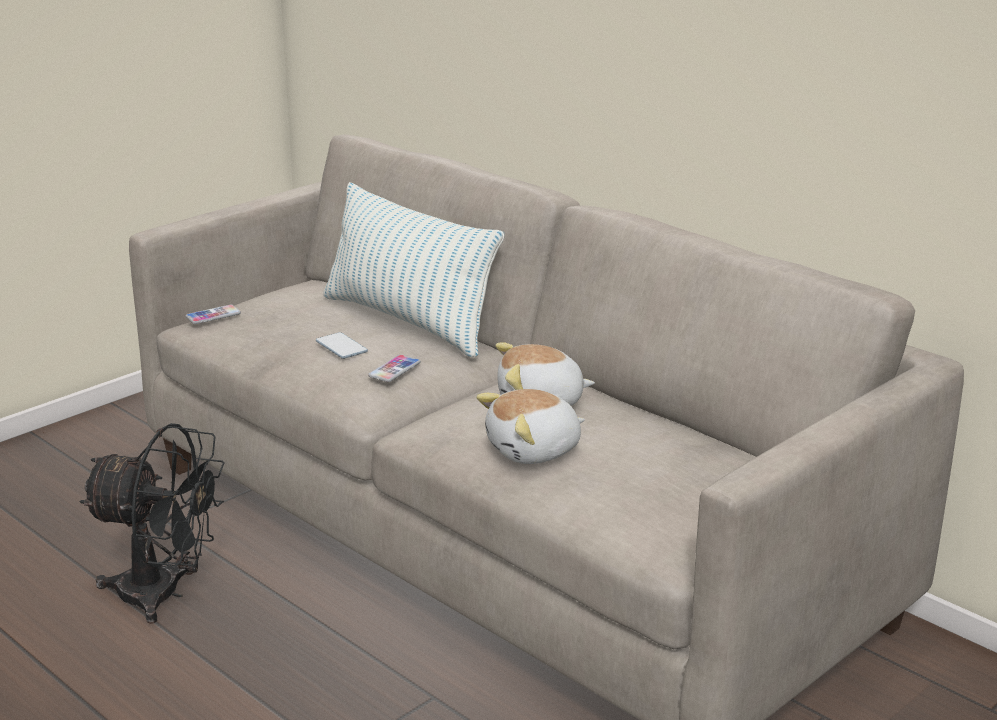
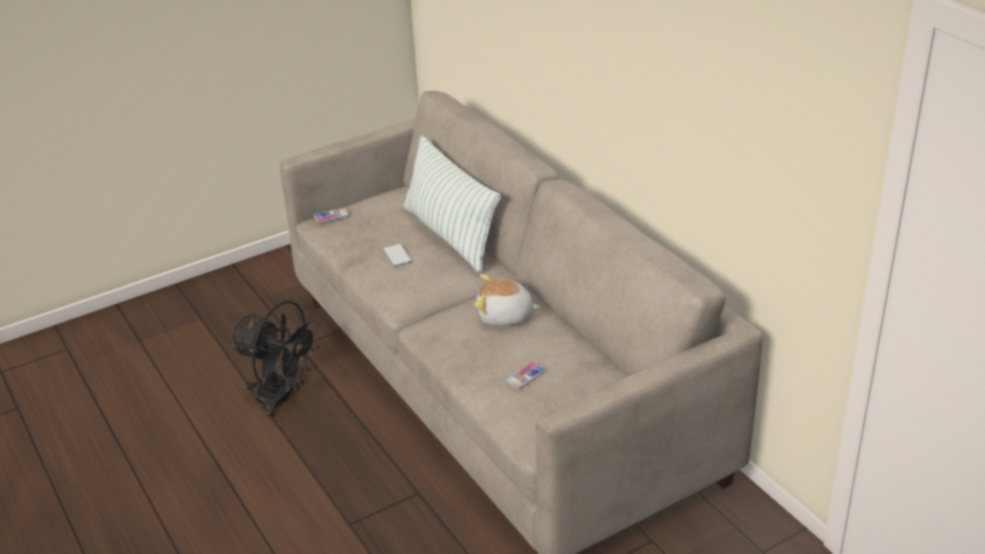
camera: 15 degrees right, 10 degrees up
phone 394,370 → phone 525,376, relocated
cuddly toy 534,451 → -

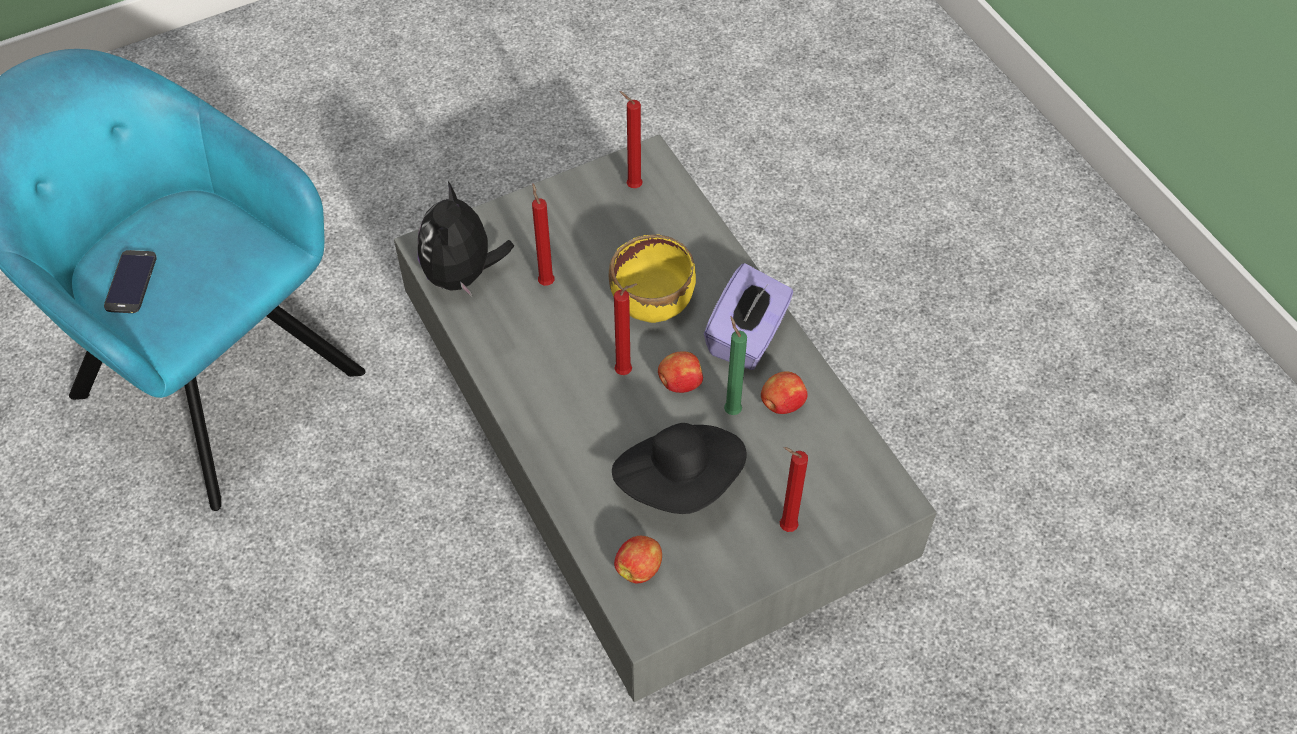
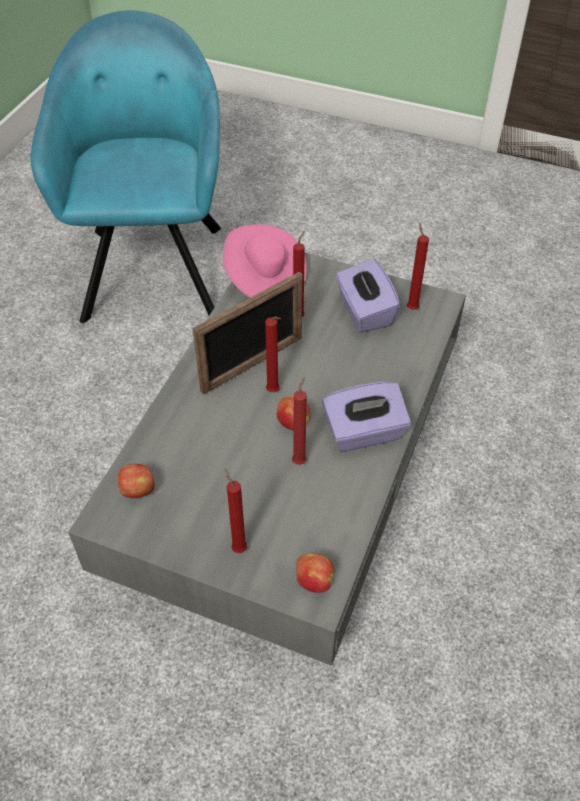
camera: 50 degrees right, 5 degrees down
cuddly toy 463,275 → hat (pinkish) 264,280
bowl (yellowish) 653,302 → -
phone 130,282 → -
wax candle (green) 731,409 → wax candle (reddish) 300,460
whole apple 781,404 → whole apple 313,581, relocated
hat (black) 680,482 → -
- → tissue holder (purple) 364,312
- → picture frame 252,364

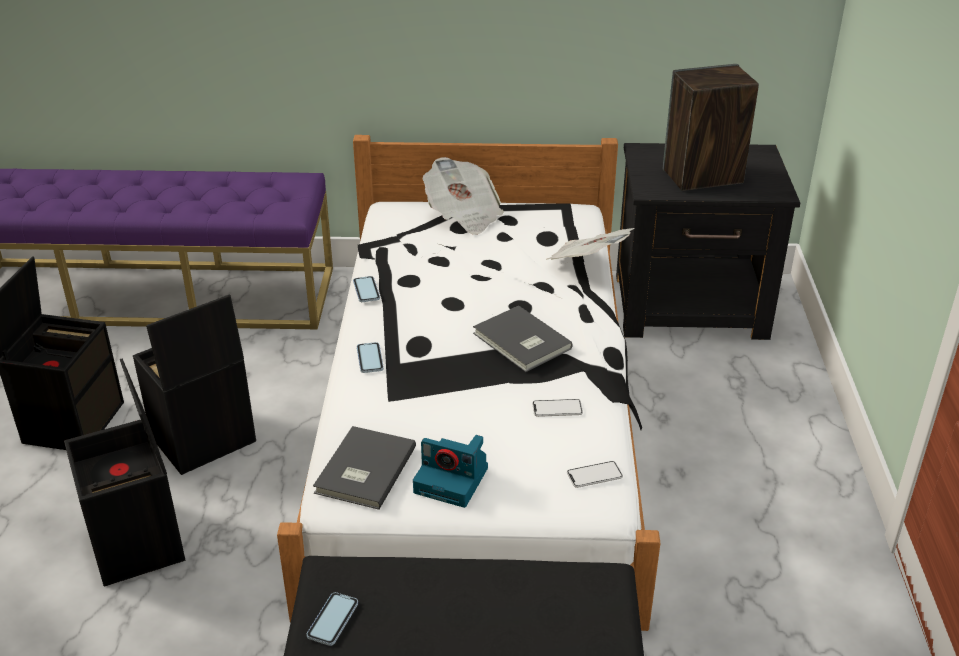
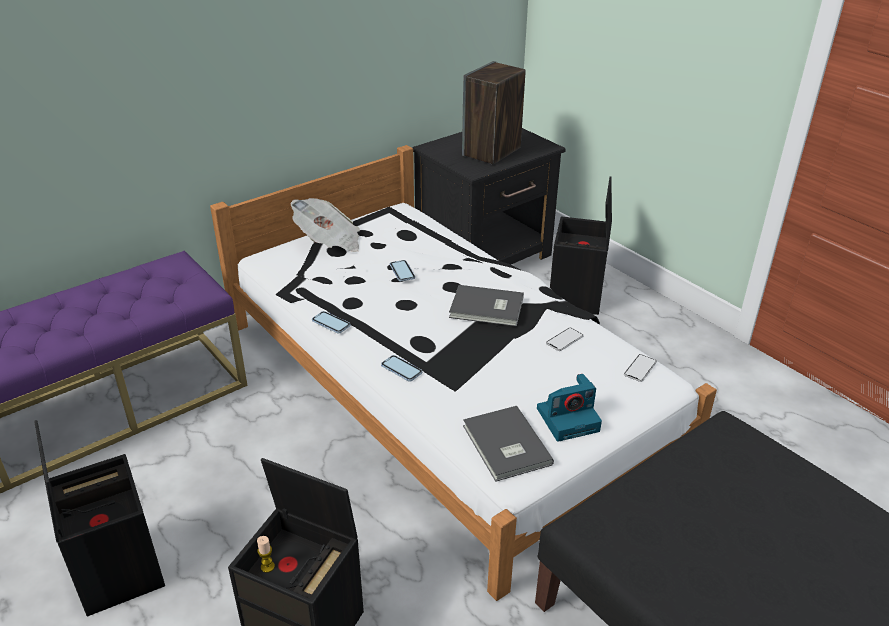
camera: 40 degrees left, 0 degrees up
printed paper 588,263 → -
storage bin (black) 202,441 → storage bin (black) 577,296, relocated
phone 333,620 → phone 402,272, relocated
- → wax candle 267,566

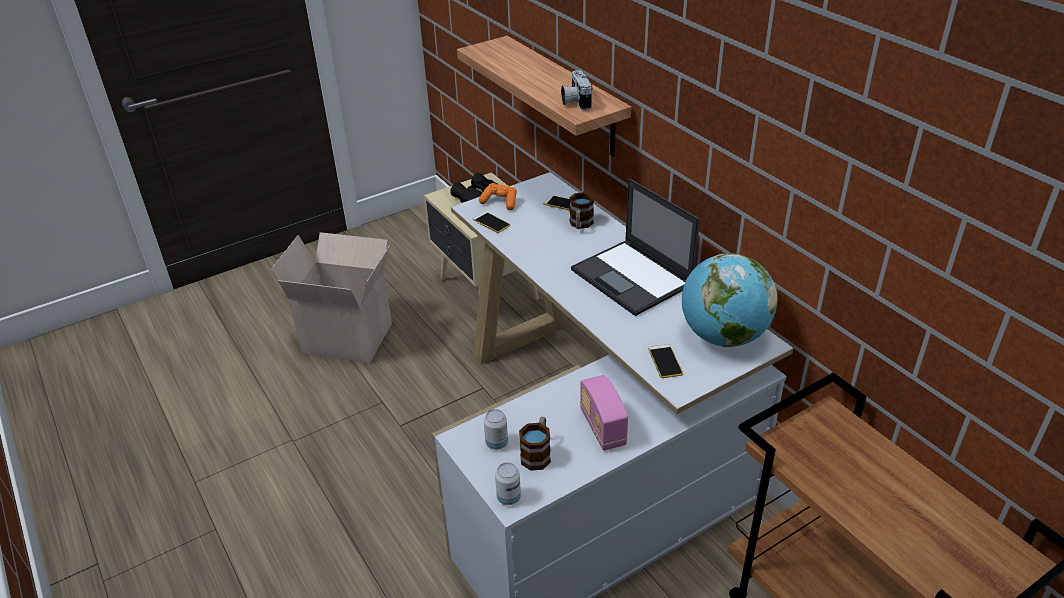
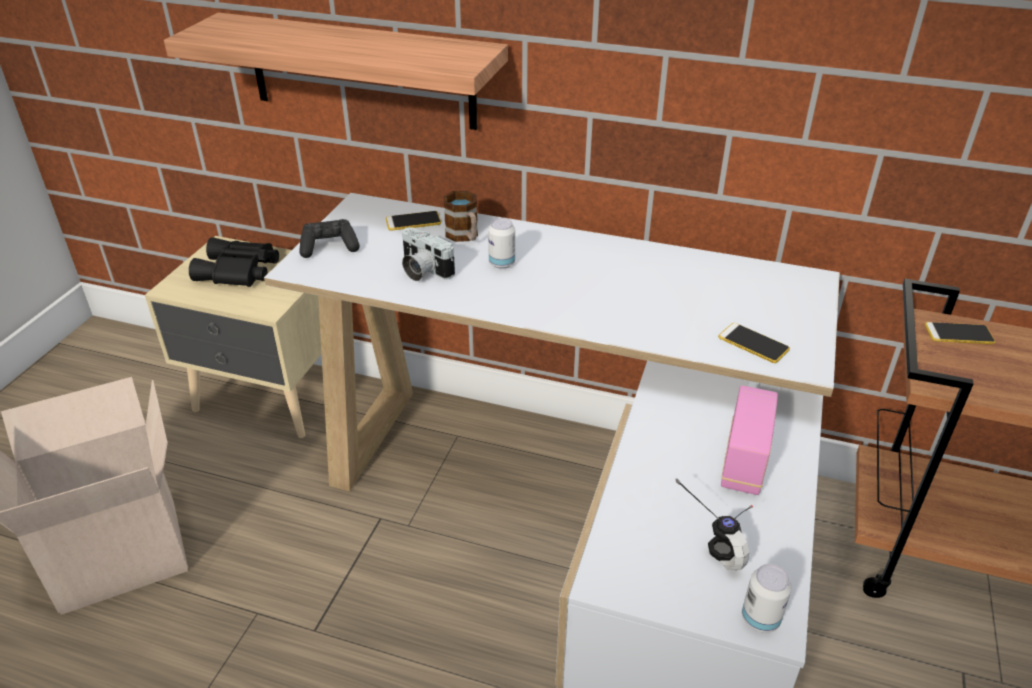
camera: 40 degrees left, 0 degrees up
still camera 575,101 → still camera 422,270, relocated
portable computer 633,278 → -
joypad (orangey) 500,202 → joypad (black) 329,247
phone 491,223 → phone 959,334, relocated
world globe 723,337 → -
radio receiver 602,427 → radio receiver 744,462, 105 degrees counterclockwise
sealed can 496,443 → sealed can 502,263, relocated
mug 537,453 → pair of headphones 718,537

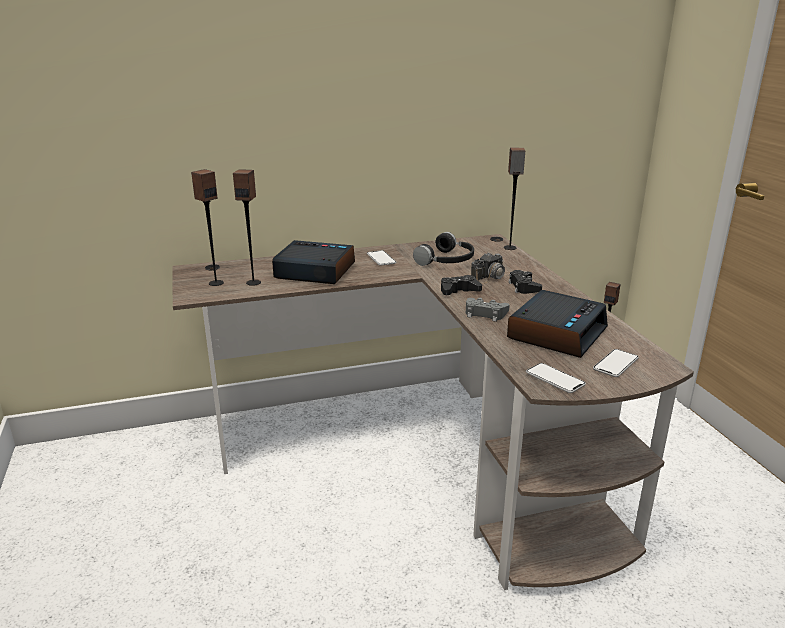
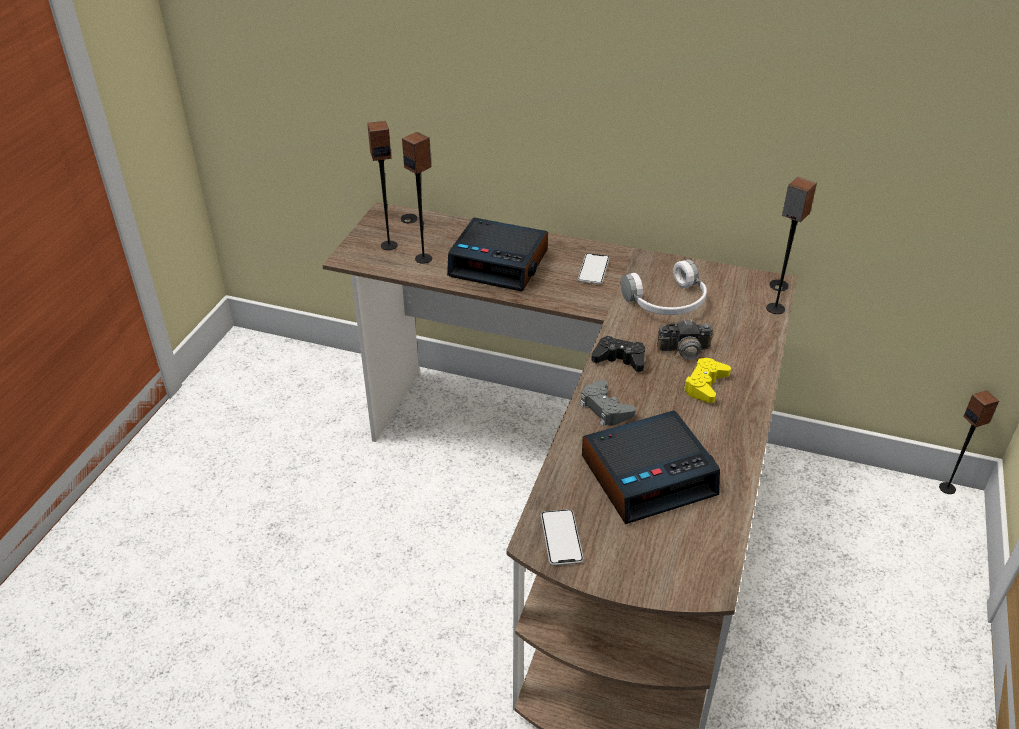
camera: 35 degrees right, 15 degrees up
pair of headphones (black) 447,260 → pair of headphones (whitish) 667,302
table clock 314,271 → table clock 500,263, 150 degrees clockwise
joypad (black) 524,287 → joypad (yellowish) 705,385
phone 615,364 → -

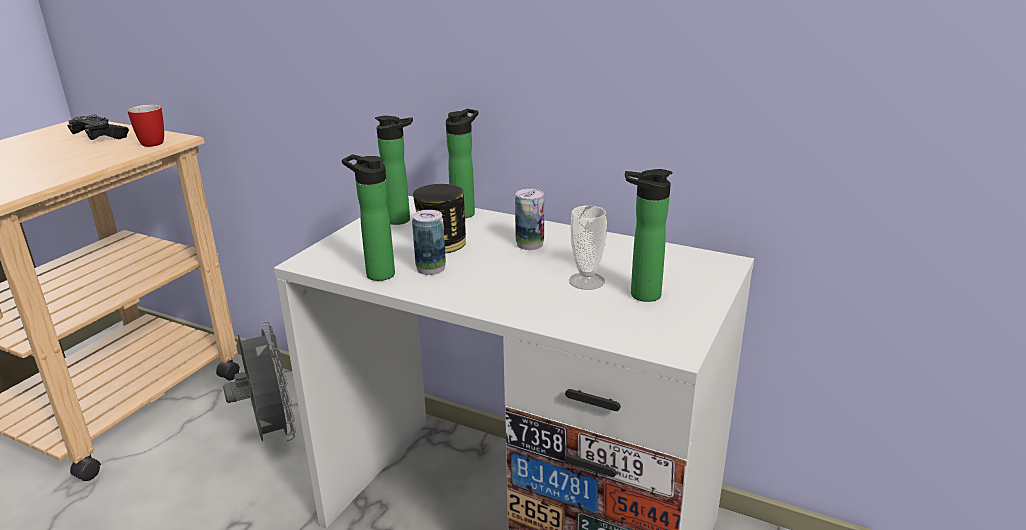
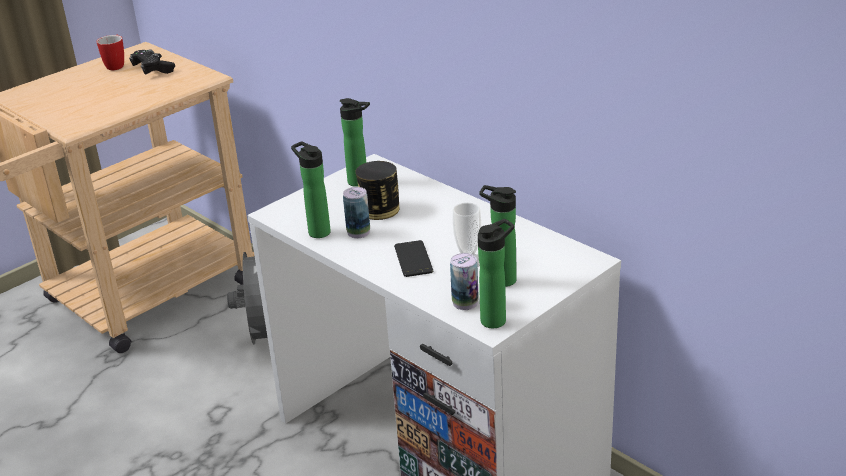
camera: 20 degrees right, 5 degrees up
mug 154,142 → mug 117,65, relocated
drink bottle 465,213 → drink bottle 496,319, relocated
sealed can 529,244 → sealed can 465,303, relocated
- → phone 413,259

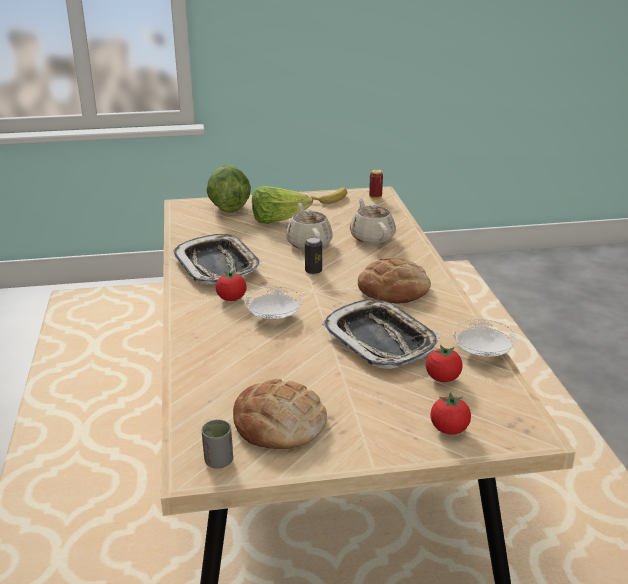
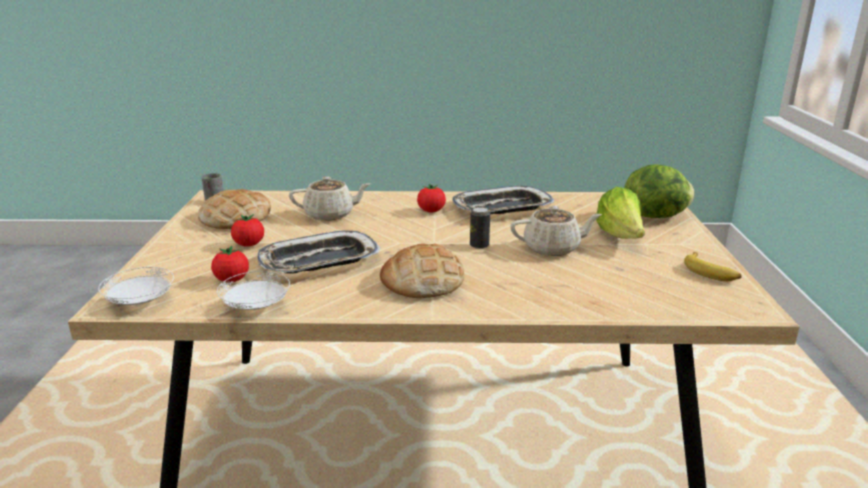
camera: 100 degrees right, 5 degrees down
sealed can 375,197 → -
pot for tea (beige) 372,237 → pot for tea (beige) 330,214, relocated
flat dish (whitish) 274,317 → flat dish (whitish) 140,303, relocated
whole tomato 449,429 → whole tomato 249,245, relocated

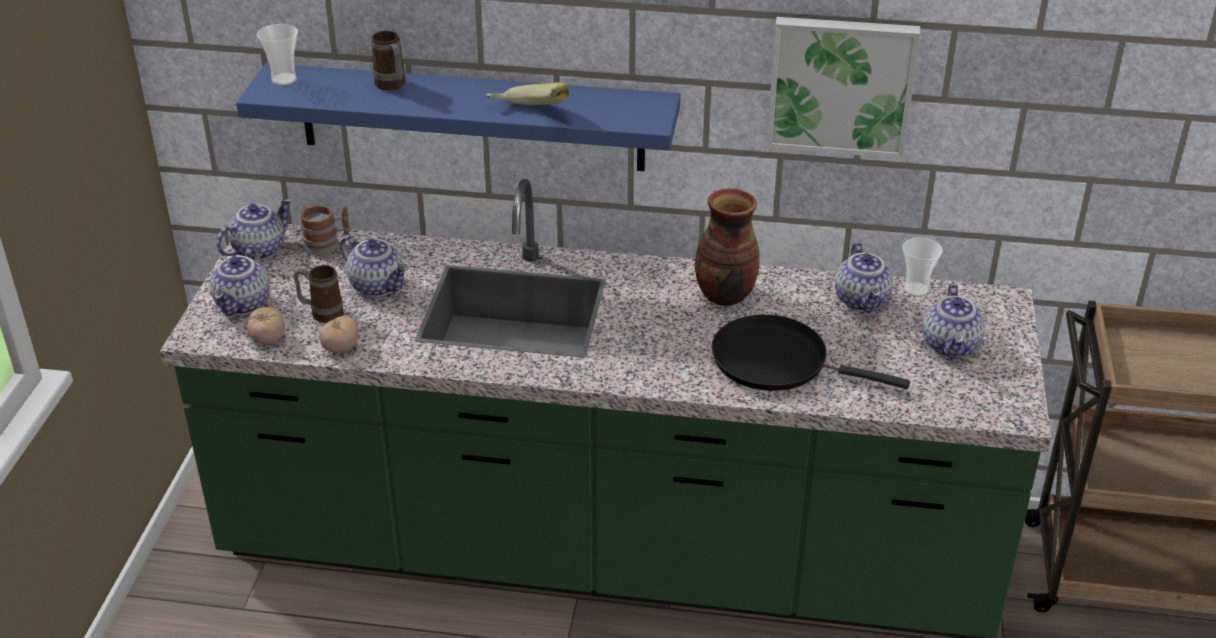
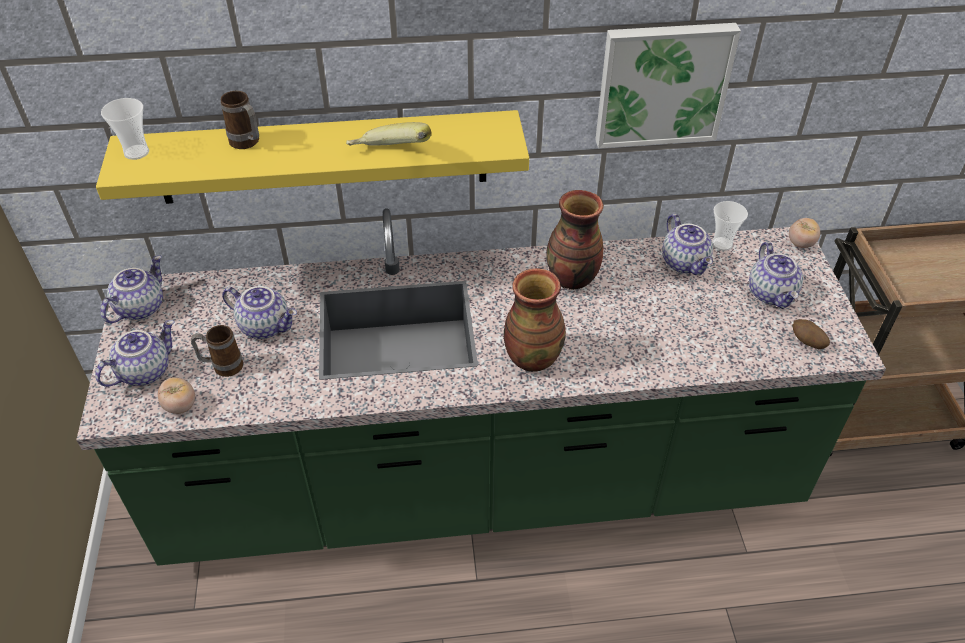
camera: 15 degrees left, 10 degrees up
shelf (bluish) 471,117 → shelf (yellowish) 323,157
mug 327,244 → -
pot for tea 244,304 → pot for tea 144,371, 135 degrees counterclockwise
frying pan (black) 777,361 → -
whole tomato 340,348 → whole tomato 800,243, relocated
- → decorative vase 532,357
- → spud 807,342

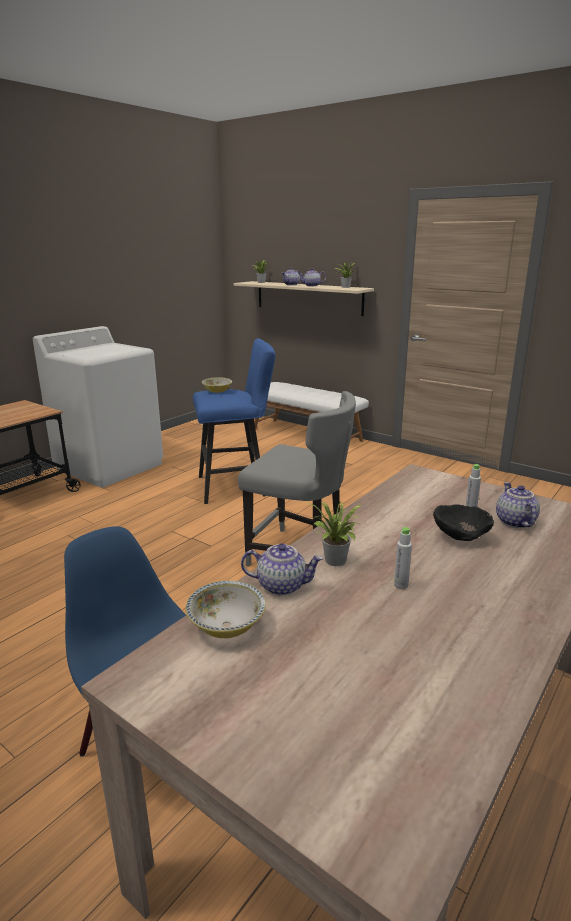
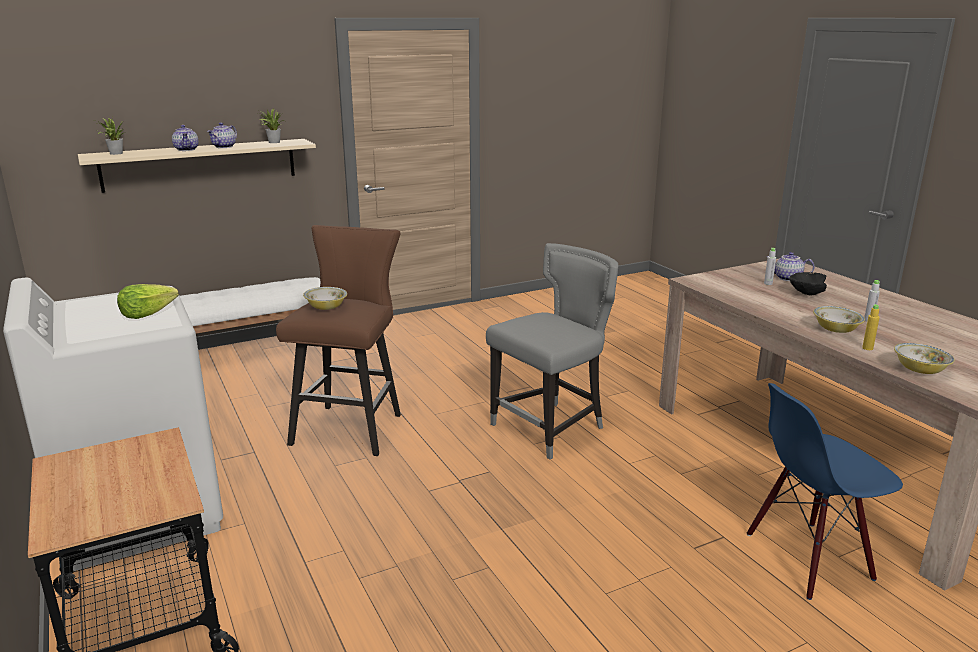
camera: 65 degrees left, 0 degrees up
sitting stool (bluish) 237,486 → sitting stool (brown) 351,426
plant in a pot 335,562 → bowl 836,329
pot for tea 282,585 → drink bottle (yellowish) 867,348
- → lettuce 147,314

